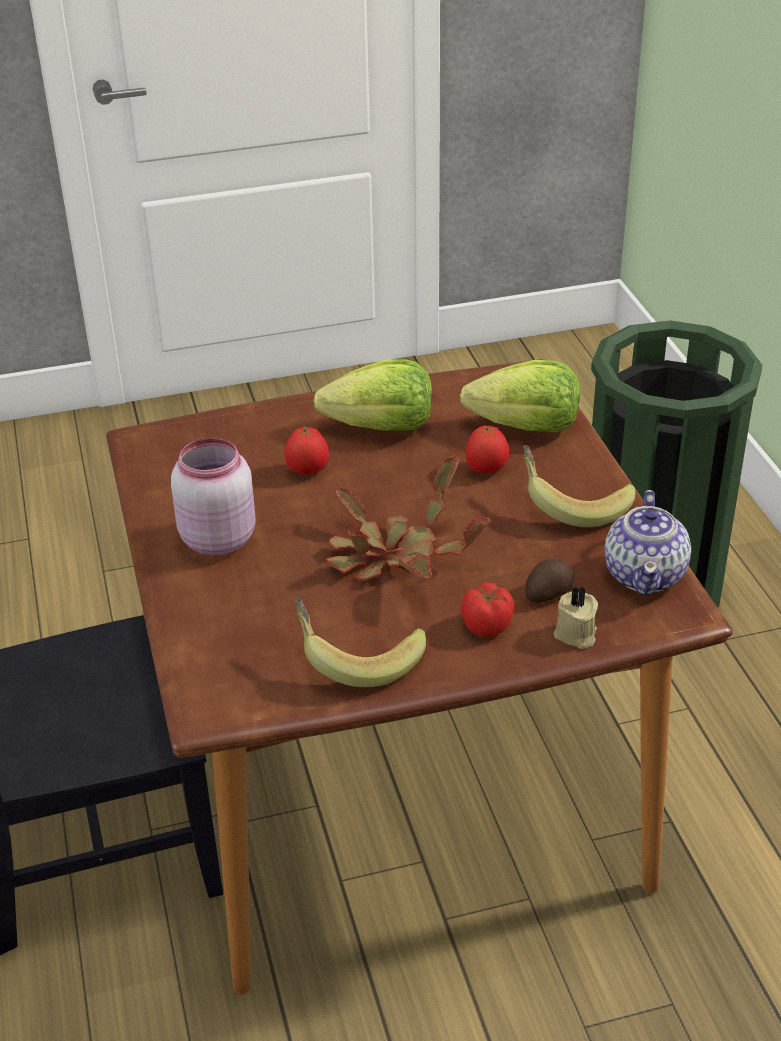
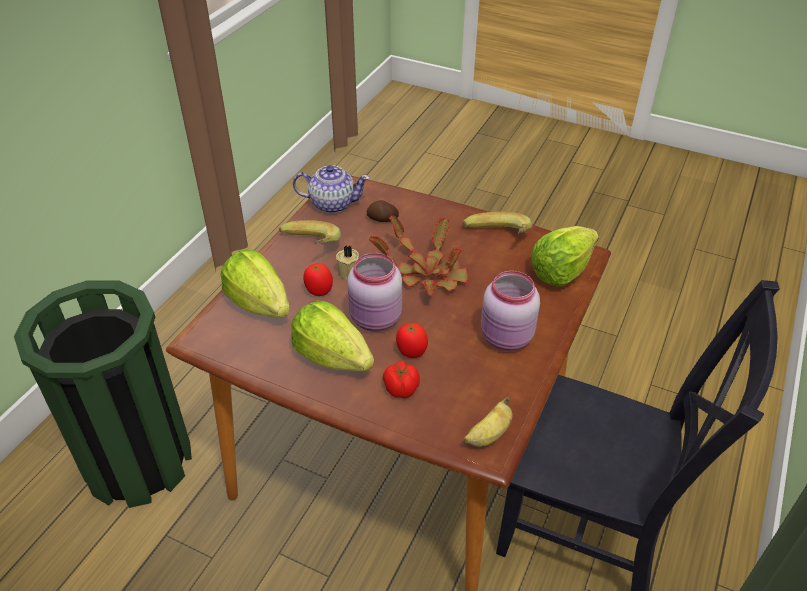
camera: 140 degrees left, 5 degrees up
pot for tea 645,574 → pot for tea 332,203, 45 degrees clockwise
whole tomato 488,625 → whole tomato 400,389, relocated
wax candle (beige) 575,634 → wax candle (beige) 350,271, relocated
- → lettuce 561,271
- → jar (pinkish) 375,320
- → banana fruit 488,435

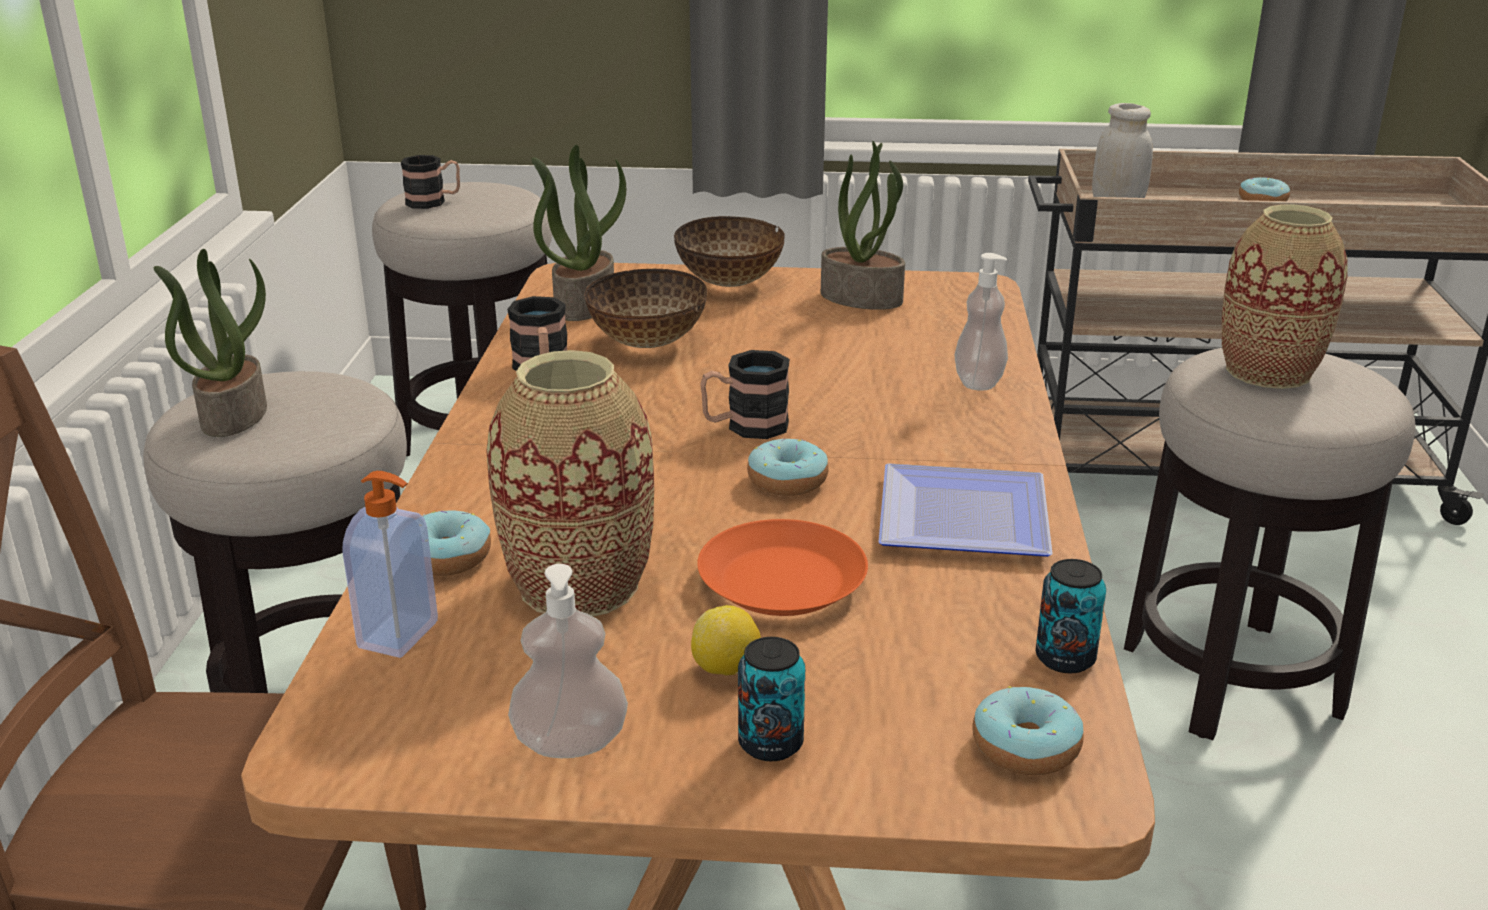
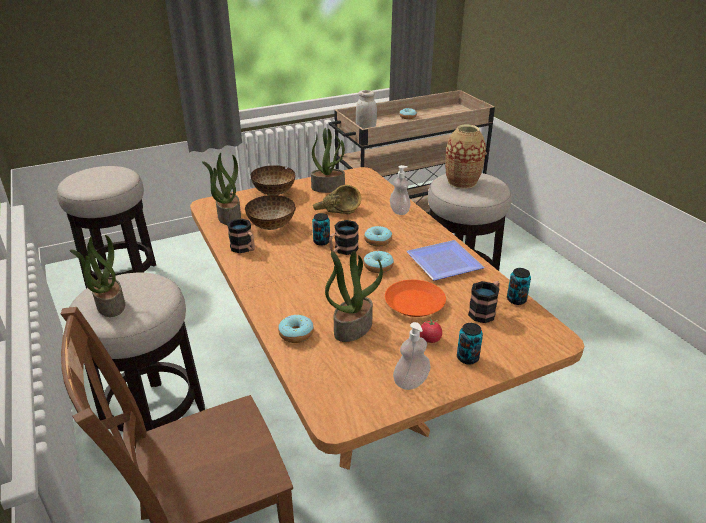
camera: 30 degrees left, 5 degrees up
mug 434,202 → mug 485,311, relocated
decorative vase 579,585 → plant in a pot 353,327
soap dispenser 401,635 → -
citrus fruit 726,669 → whole tomato 430,339
doughnut 1025,747 → doughnut 378,241, relocated
- → bowl (brown) 337,211
- → sealed can 321,241

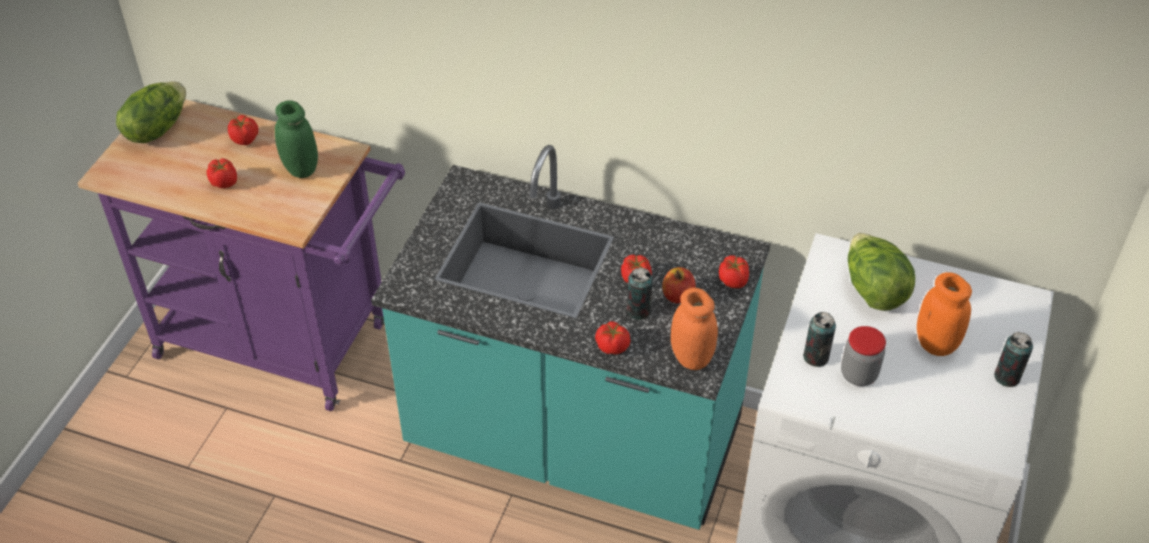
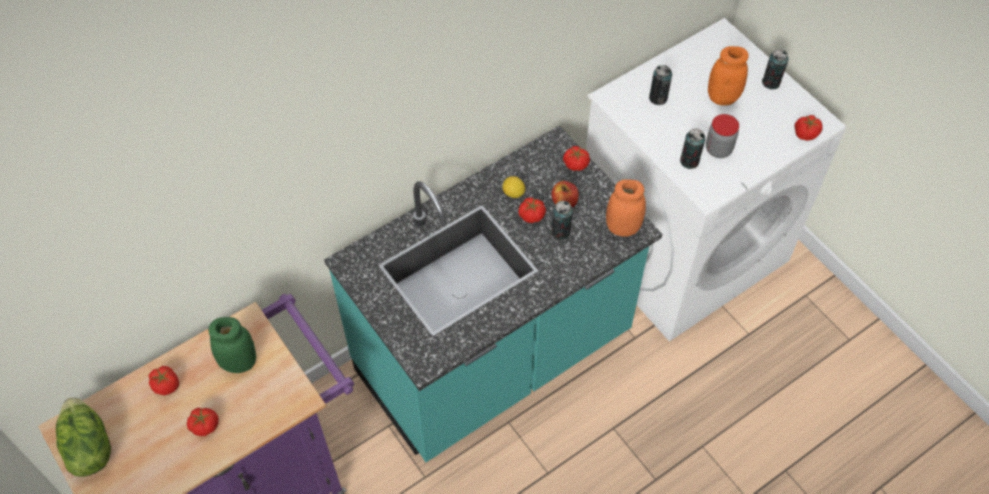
camera: 55 degrees left, 10 degrees up
lettuce 873,290 → sealed can 658,98
whole tomato 612,347 → whole tomato 805,134, relocated
- → citrus fruit 513,193

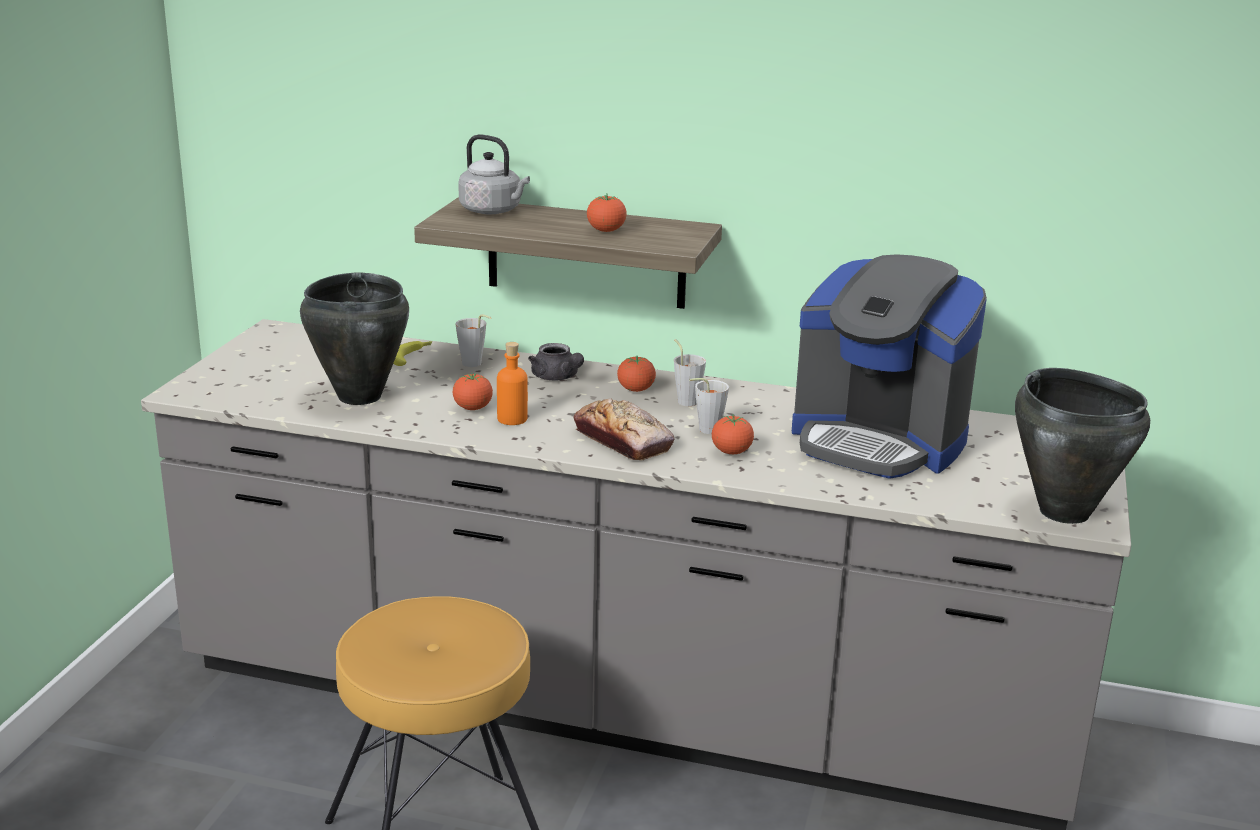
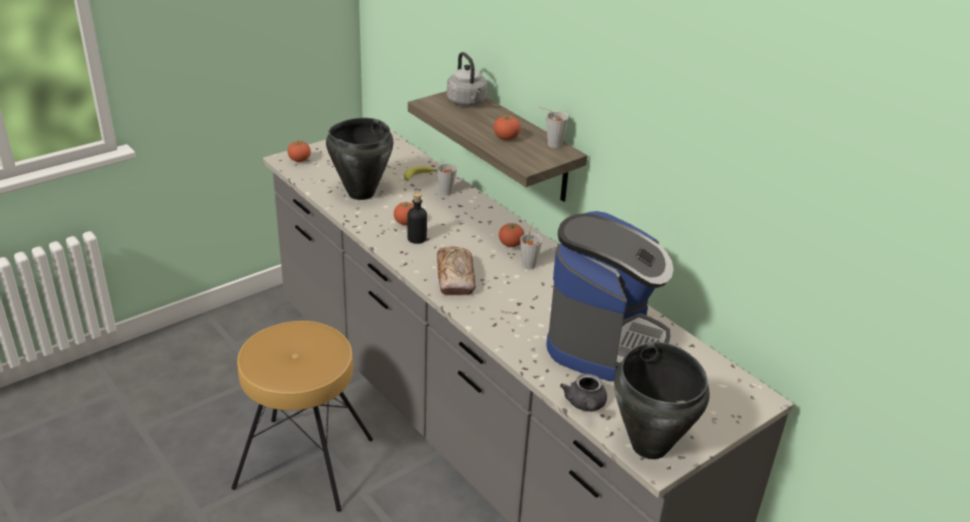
camera: 35 degrees right, 10 degrees up
coffee machine 878,441 → coffee machine 605,341, 135 degrees counterclockwise
drink bottle (orangey) 512,419 → drink bottle (black) 417,238
pot for tea (grey) 557,377 → pot for tea (grey) 585,405, relocated
drinking cup (grey) 705,430 → drinking cup (grey) 551,144, relocated
whole tomato 731,452 → whole tomato 299,160, relocated

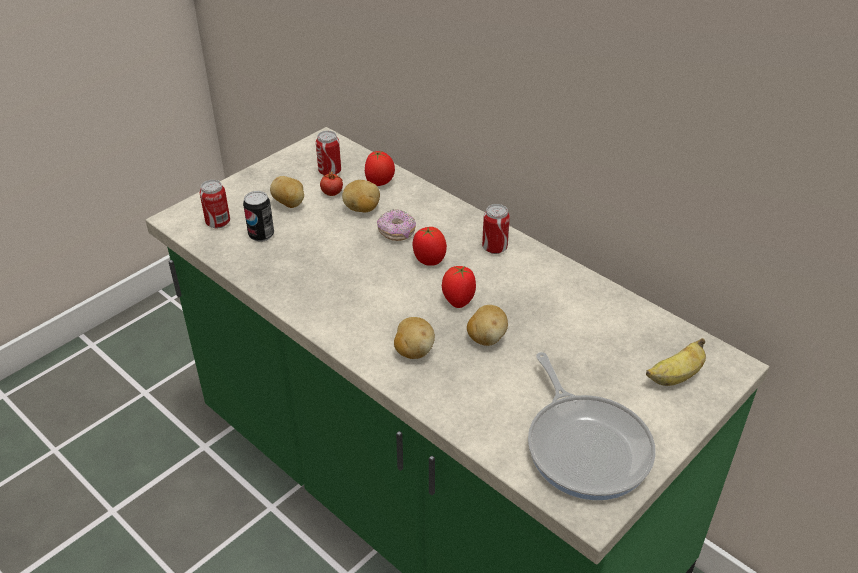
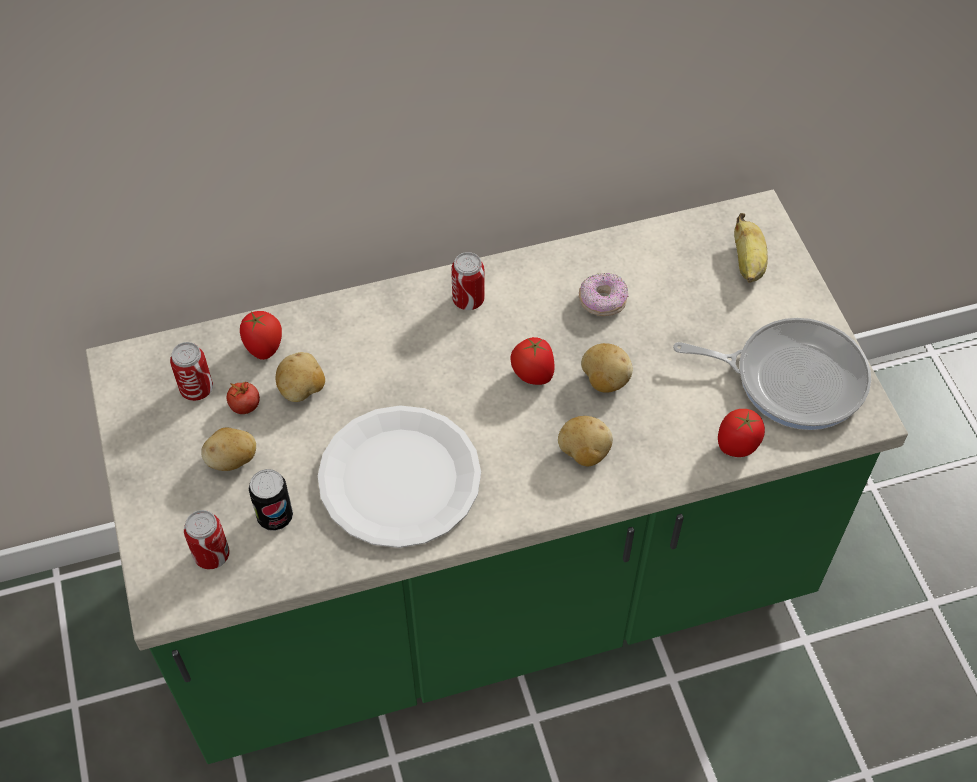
camera: 60 degrees left, 15 degrees up
doughnut 396,232 → doughnut 602,302, relocated
whole tomato 429,260 → whole tomato 737,446, relocated
- → flat dish (whitish) 399,478

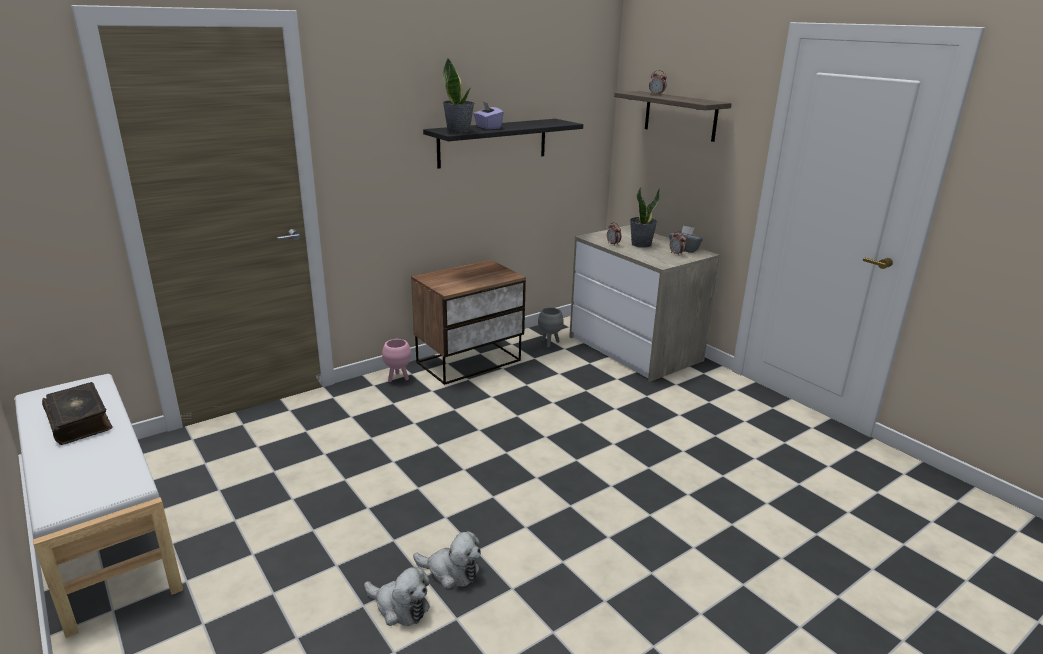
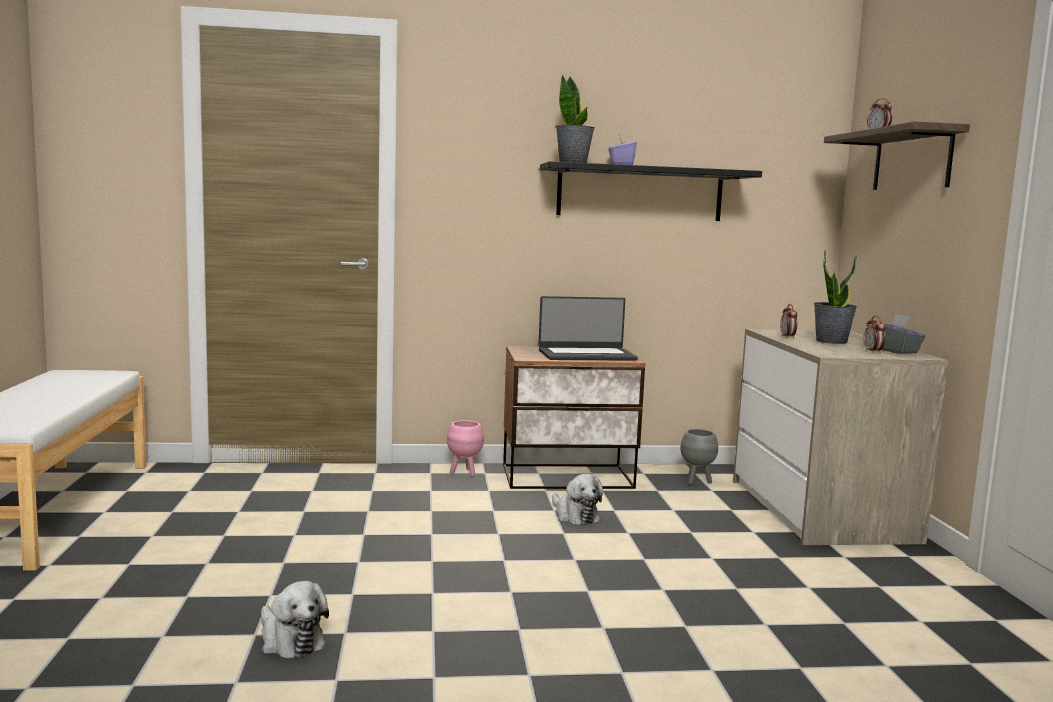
camera: 30 degrees right, 15 degrees down
bound book 80,421 → -
cuddly toy 399,607 → cuddly toy 575,516, relocated
- → portable computer 586,355

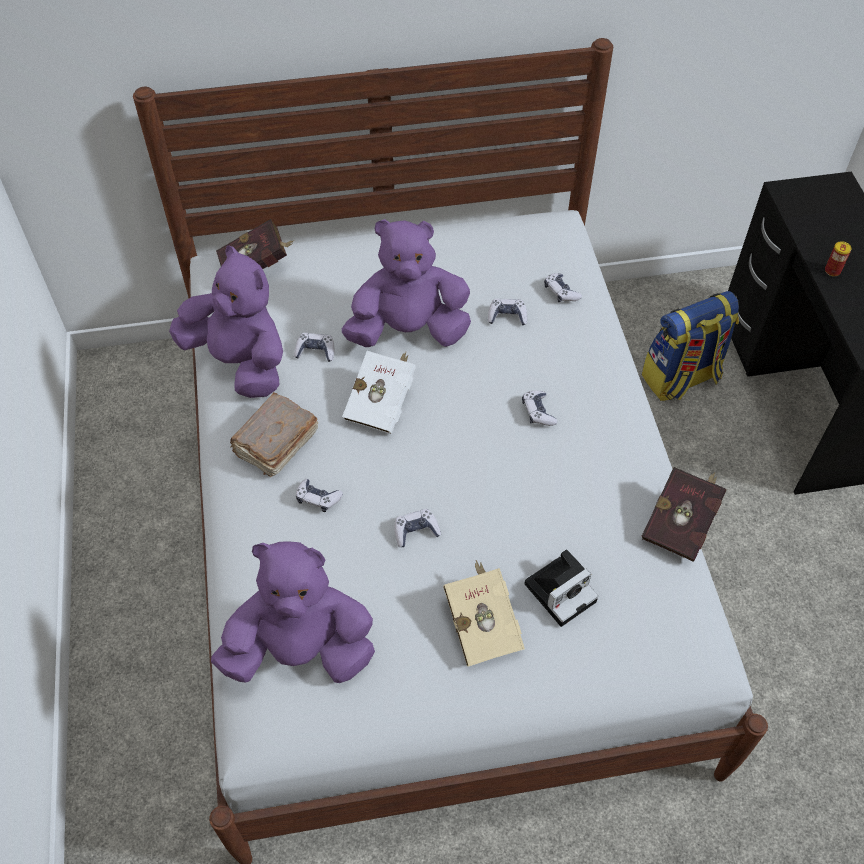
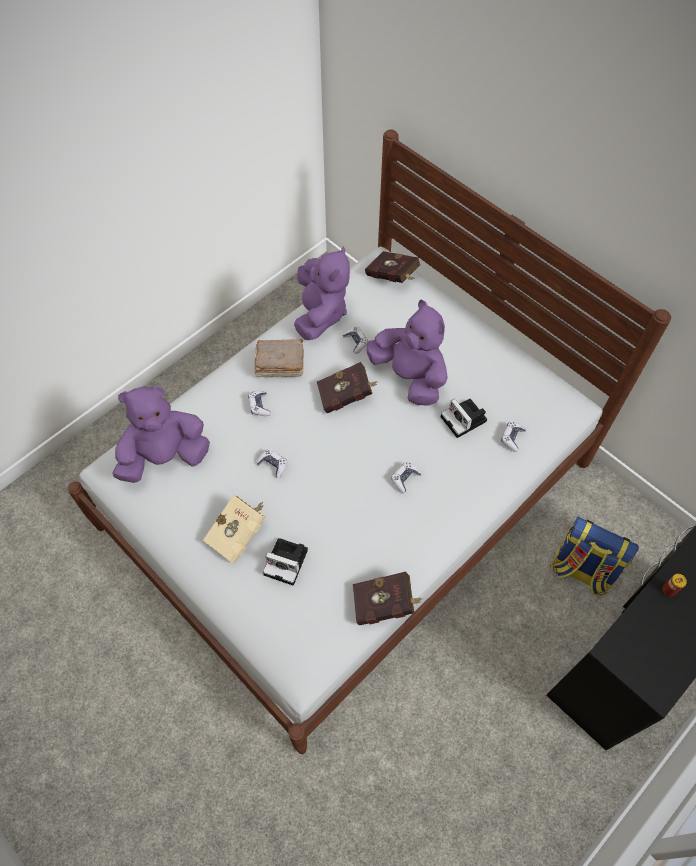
camera: 55 degrees right, 5 degrees up
joypad 507,316 → still camera 465,420
bound book (whitish) 382,402 → bound book (reddish) 347,396
cuddly toy (purple) 301,650 → cuddly toy (purple) 165,457, 75 degrees counterclockwise

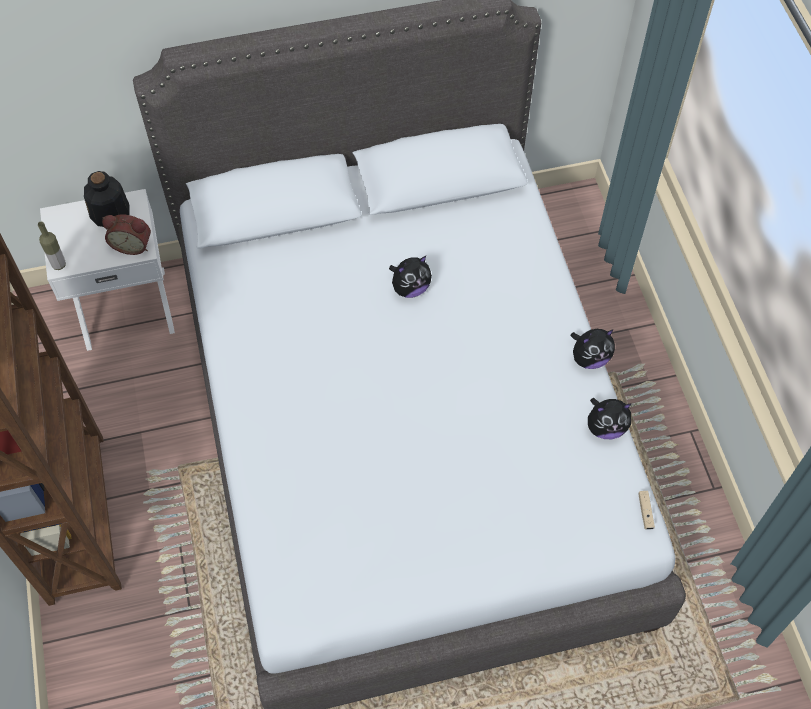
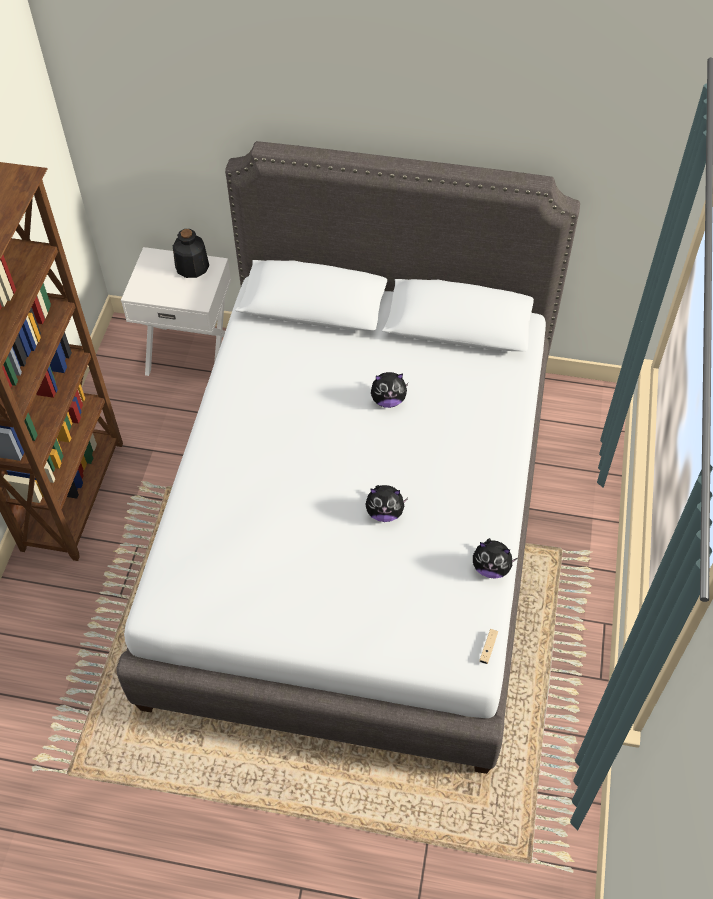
camera: 25 degrees right, 5 degrees down
table clock 132,244 → -
drink bottle 59,265 → -
cuddly toy 589,358 → cuddly toy 385,513, relocated

